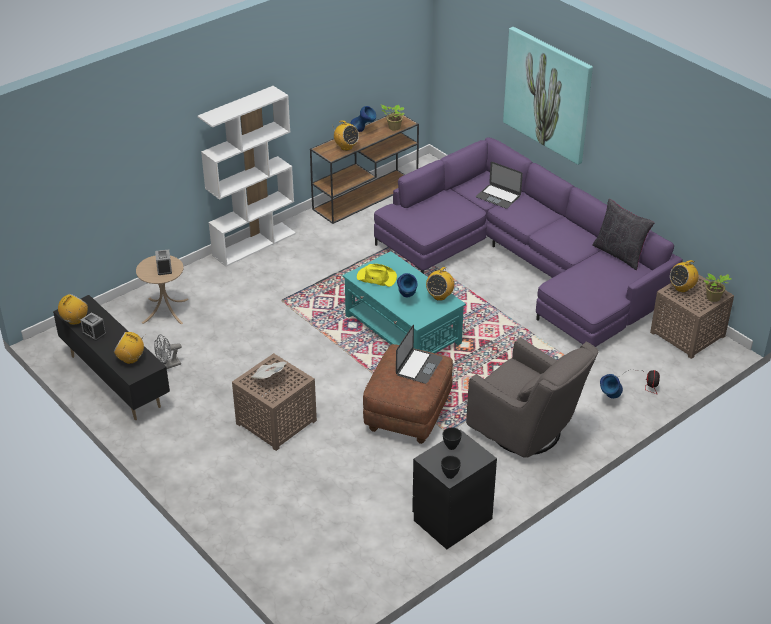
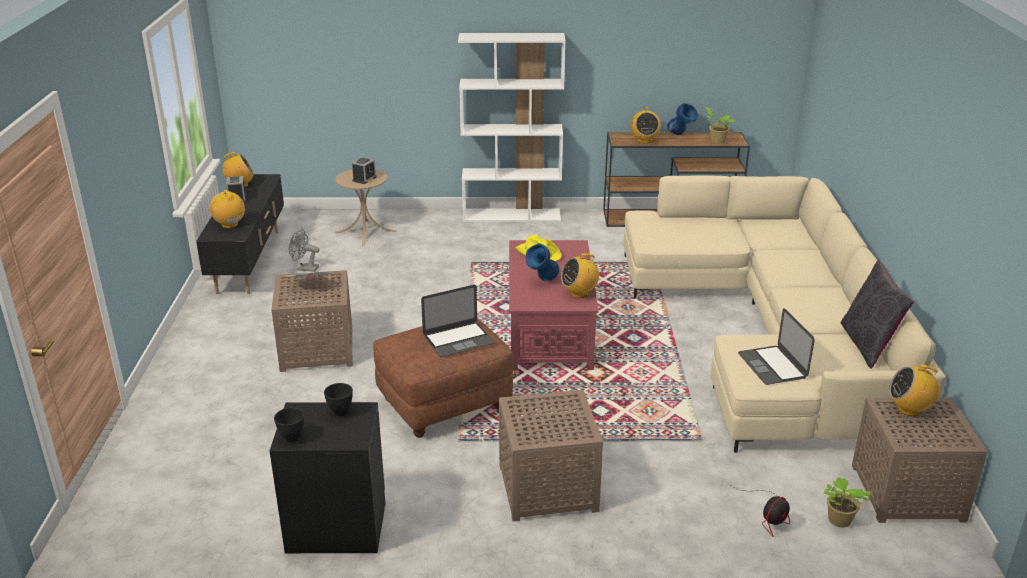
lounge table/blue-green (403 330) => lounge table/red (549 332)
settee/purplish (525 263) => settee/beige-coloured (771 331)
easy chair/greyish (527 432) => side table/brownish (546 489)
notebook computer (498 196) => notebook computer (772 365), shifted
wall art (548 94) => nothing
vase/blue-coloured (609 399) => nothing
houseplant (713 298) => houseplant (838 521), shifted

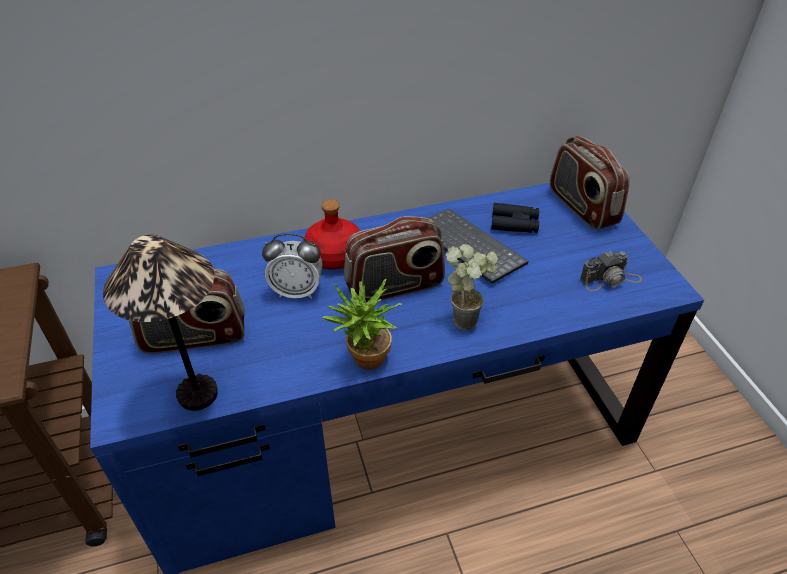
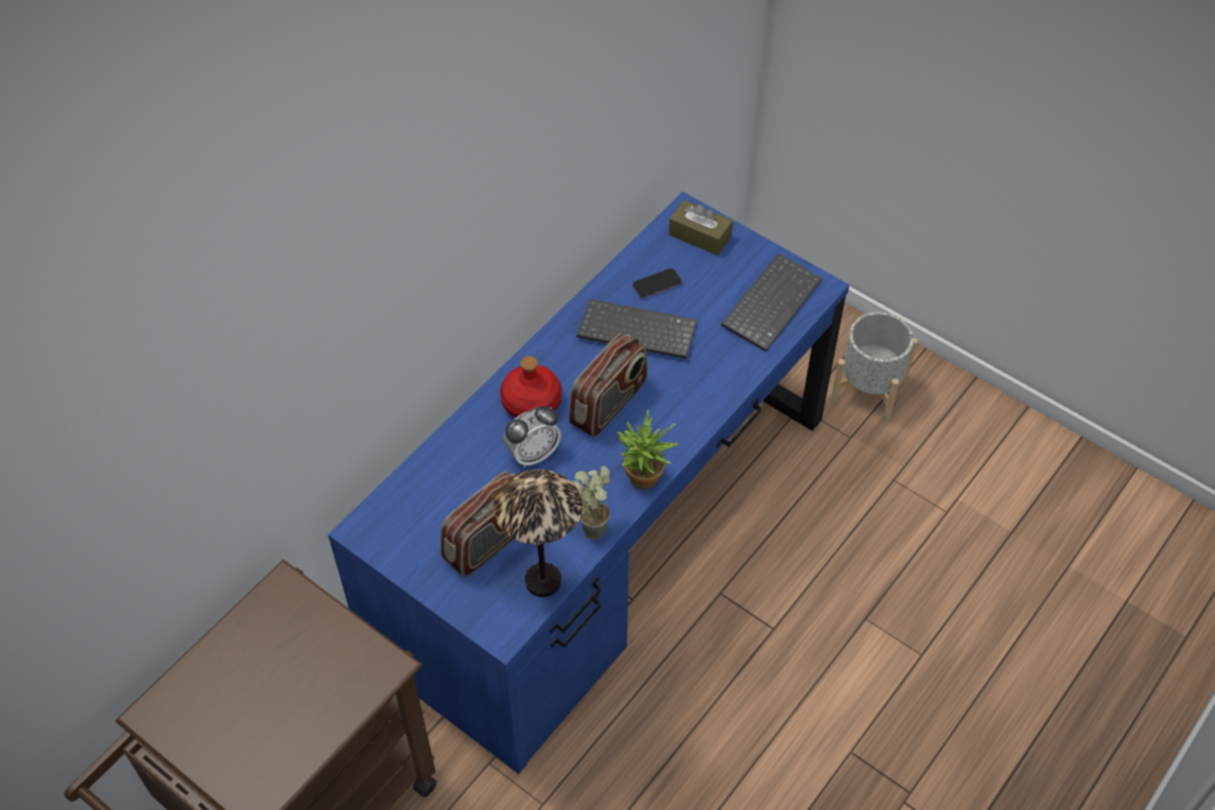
houseplant (468 317) => houseplant (594 524), shifted
binoculars/black (514 223) => phone (657 285)
radio set (581 207) => tissue box/brownish (700 235)
still camera (610 279) => keyboard (770 302)
nothing => flower pot/greyish (869 390)

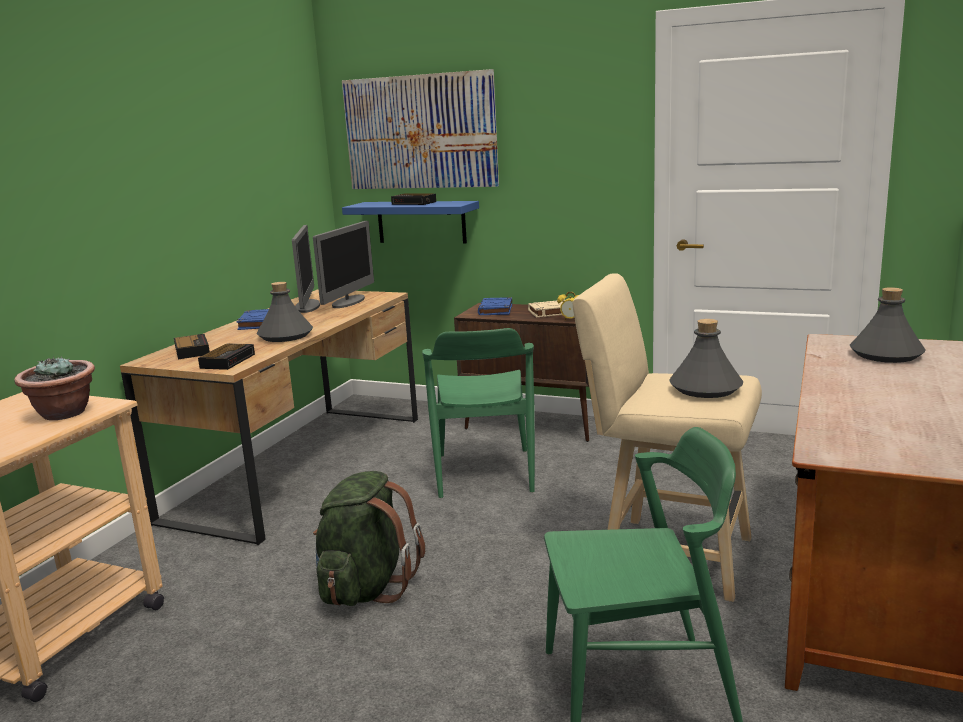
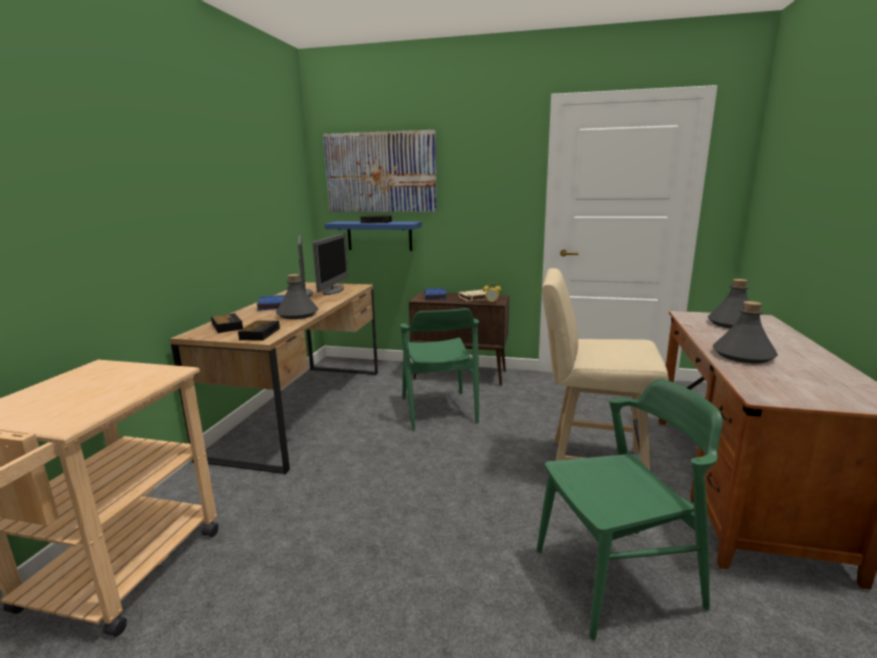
houseplant (64 414) => nothing
backpack/greenish (366 587) => nothing
beverage bottle/greyish (705 388) => beverage bottle/greyish (742 355), shifted

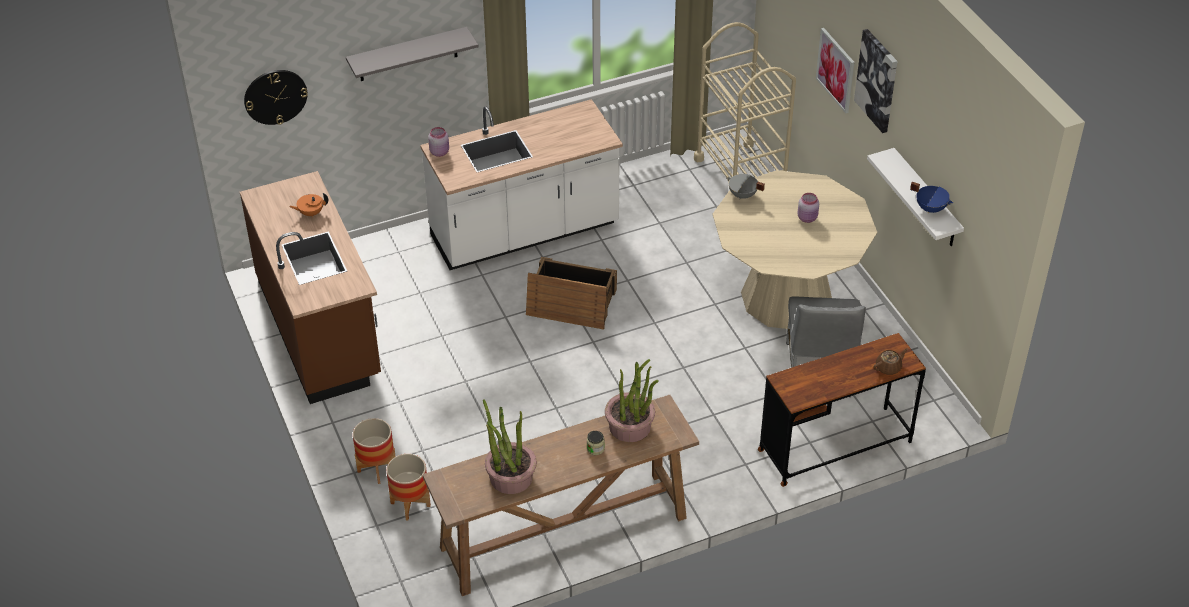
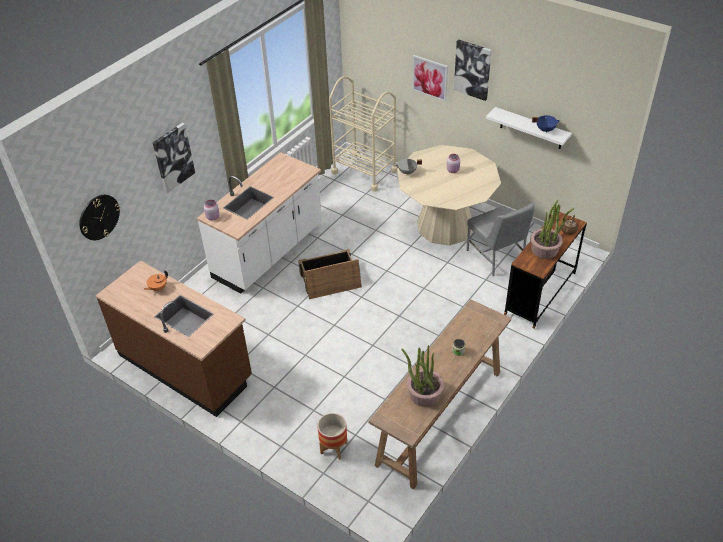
wall shelf/greyish (408 55) => wall art (173 157)
flower pot (376 468) => nothing
houseplant (630 426) => houseplant (545 249), shifted

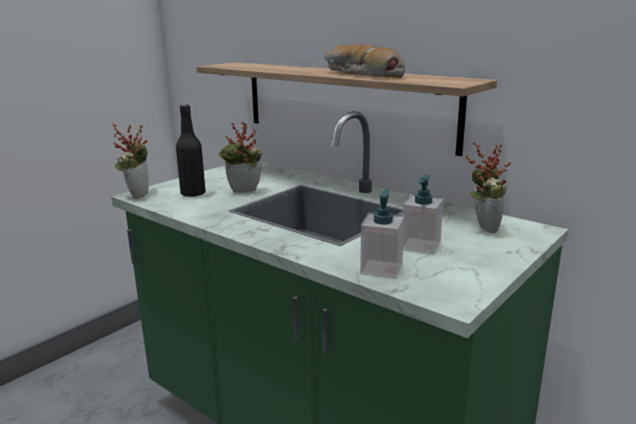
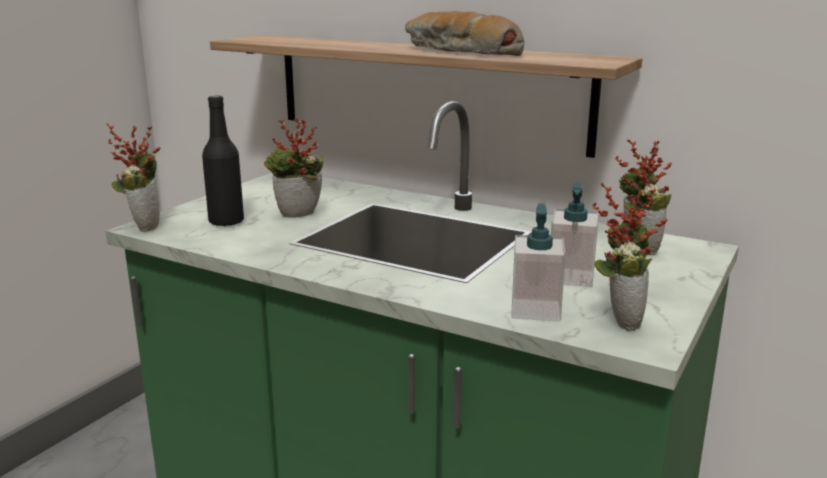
nothing => houseplant (618 319)

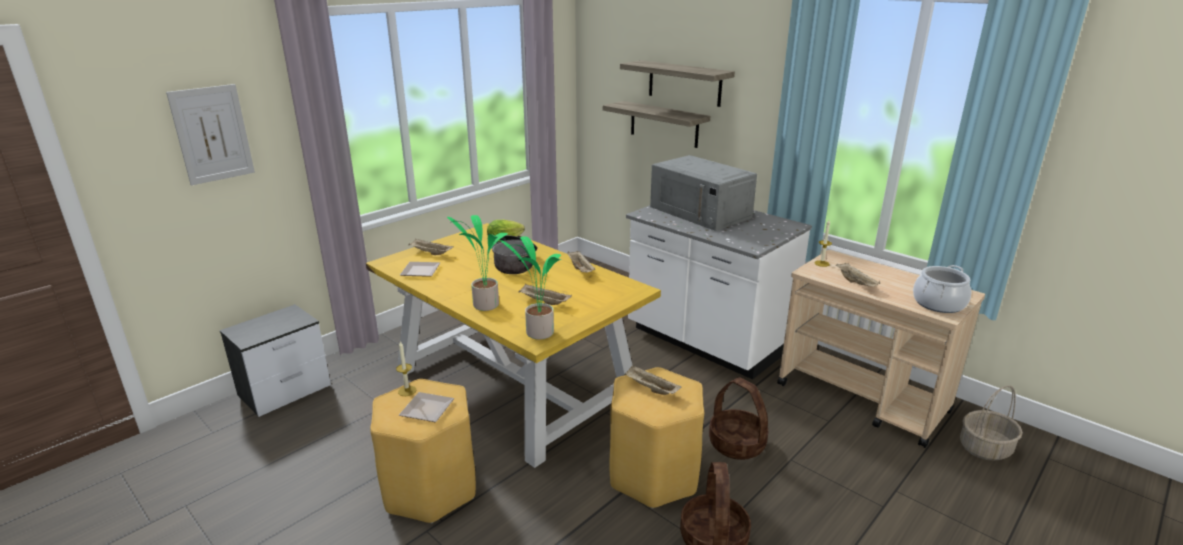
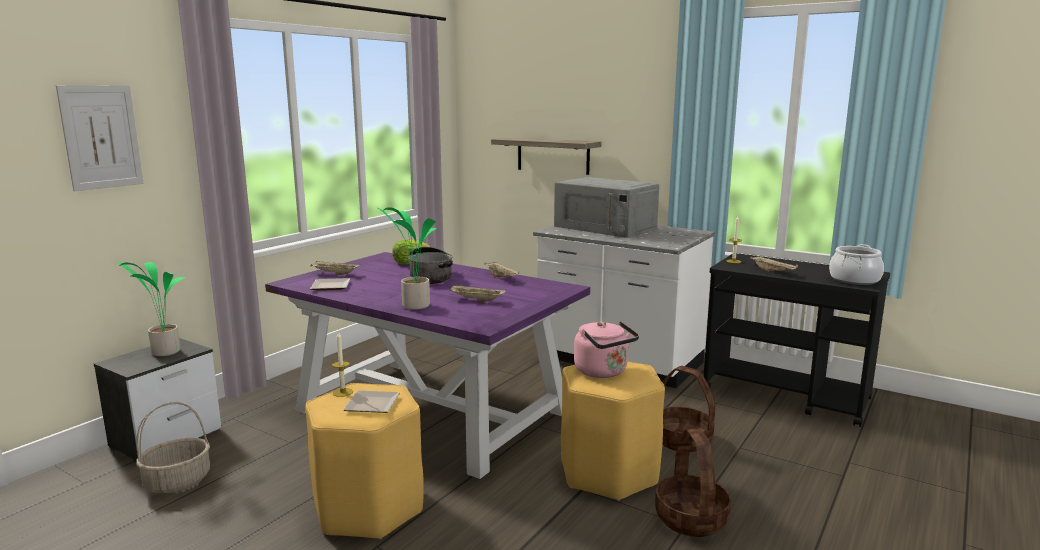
dining table/yellow (515 384) => dining table/purplish (433 411)
houseplant (538 333) => houseplant (164 352), shifted
wall shelf (684 83) => nothing
serving tray/beige-coloured (650 389) => kettle/pink (603 372)
trolley/beige-coloured (863 398) => trolley/black (787 395)
storage basket (985 449) => storage basket (177 482), shifted

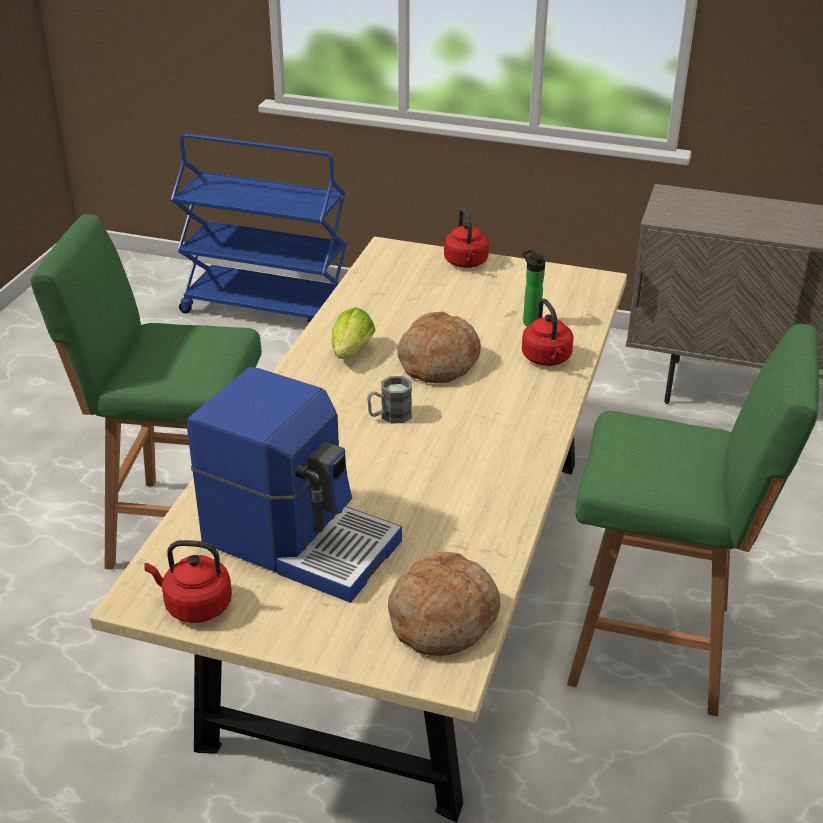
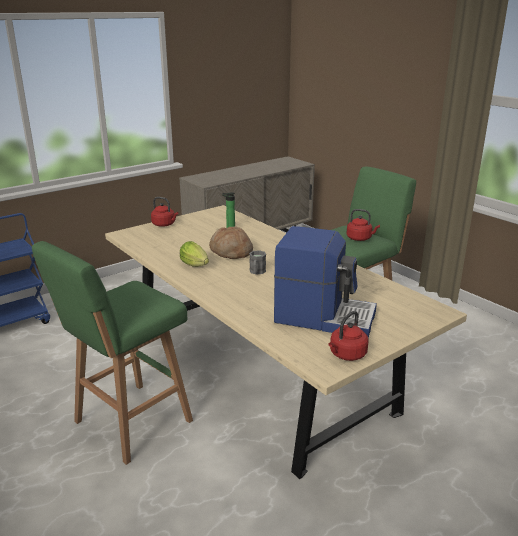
coffee brewer (301 540) => coffee brewer (324 316), 45 degrees clockwise
bakery bread (442 618) => nothing
kettle/red (547 359) => kettle/red (360 238), shifted

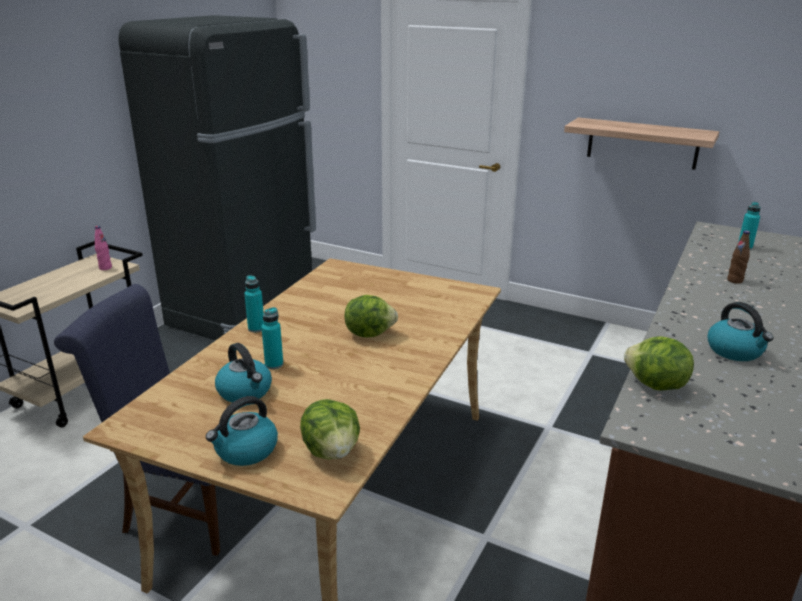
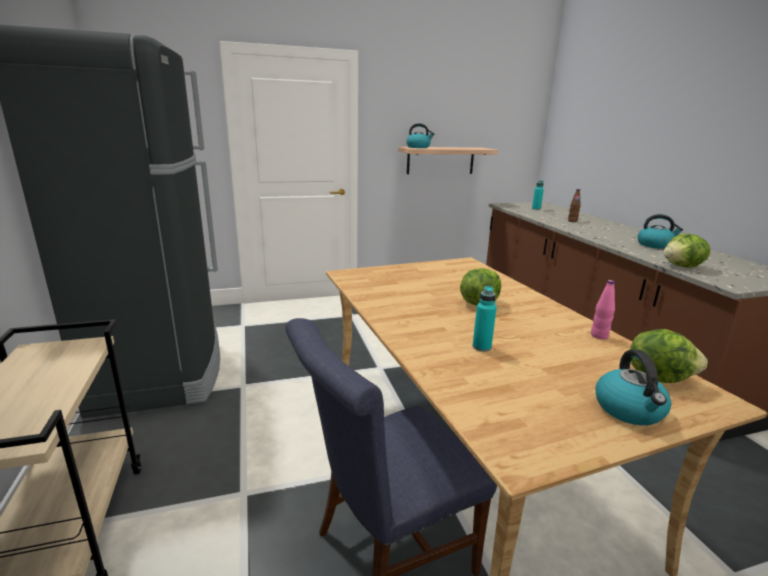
beverage bottle/pink (105 268) => beverage bottle/pink (599 336), shifted
kettle (245 392) => kettle (418 147), shifted
beverage bottle/blue-green (256 328) => nothing

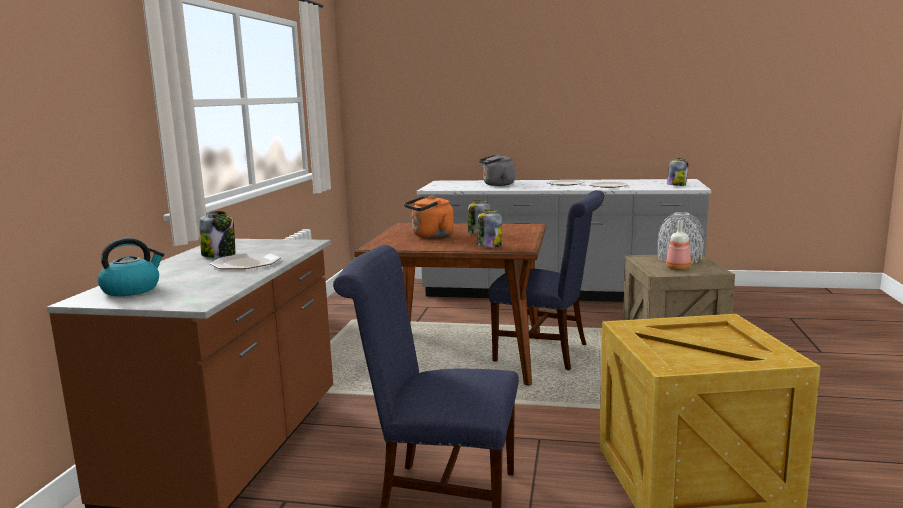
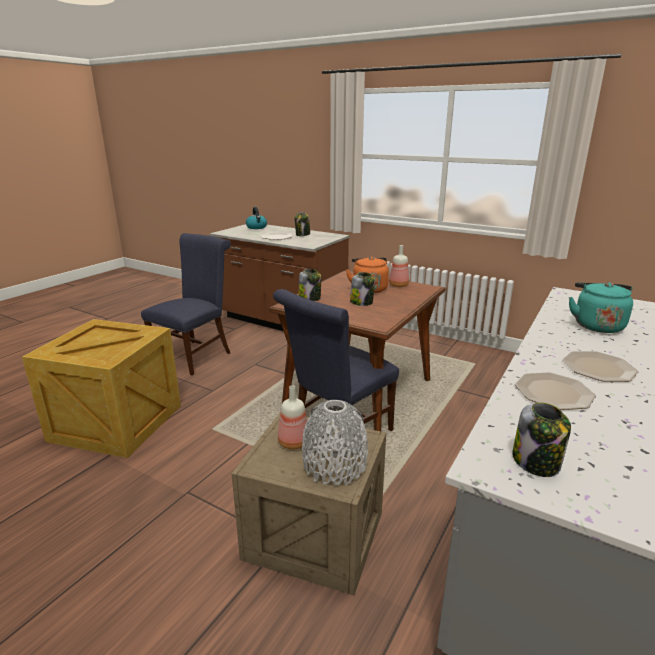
kettle/greyish (497 185) => kettle/blue-green (596 325)
nothing => beverage bottle (398 285)

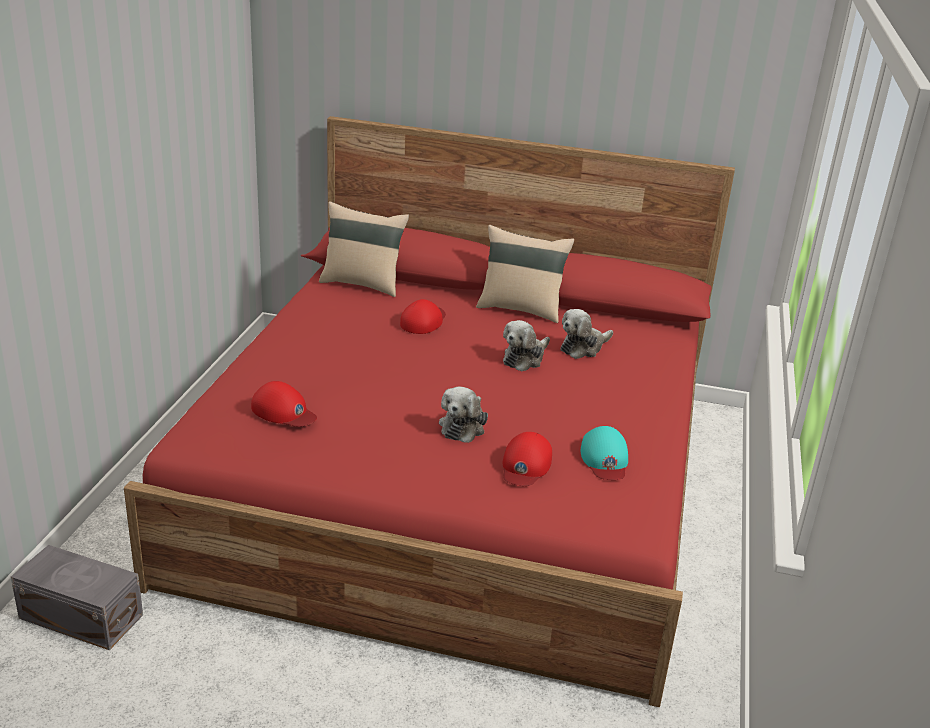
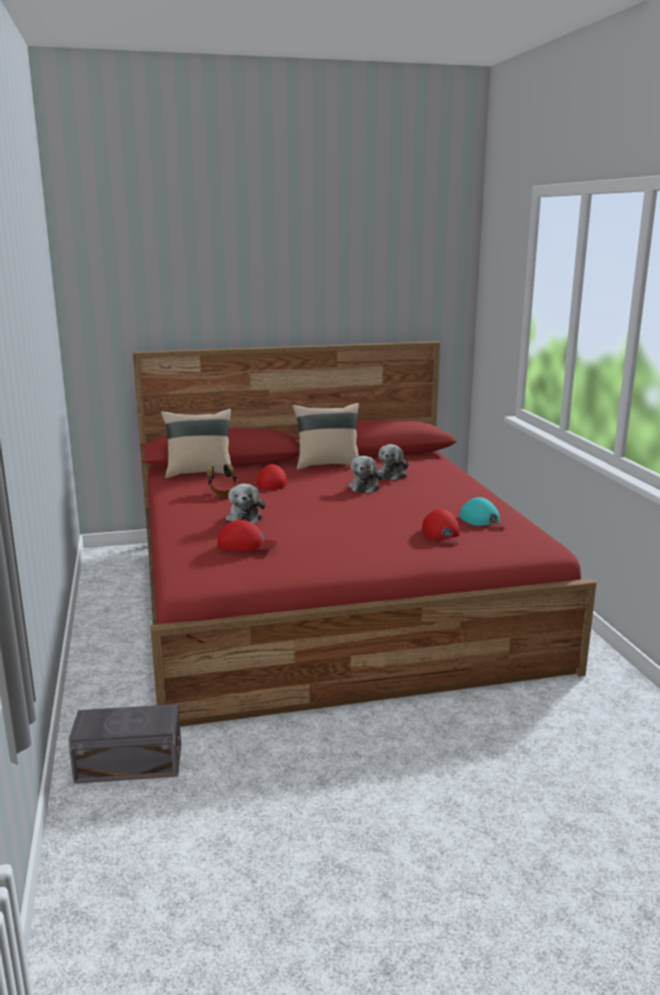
soft toy (463 426) => soft toy (244 518), shifted
nothing => pair of headphones (223 493)

